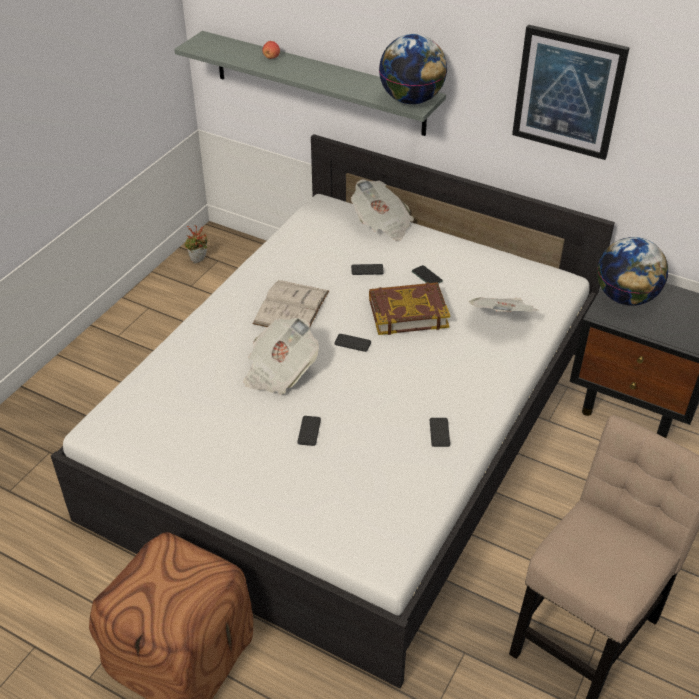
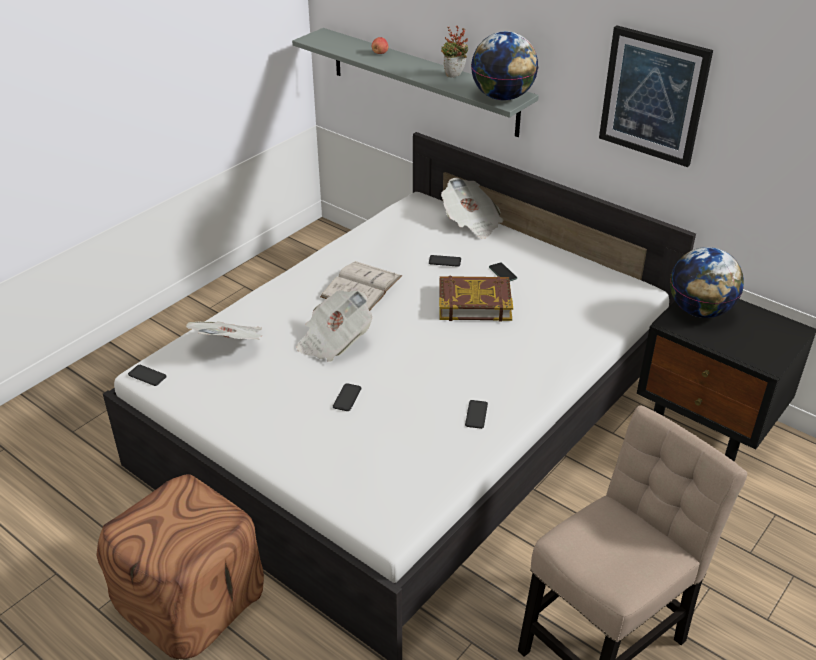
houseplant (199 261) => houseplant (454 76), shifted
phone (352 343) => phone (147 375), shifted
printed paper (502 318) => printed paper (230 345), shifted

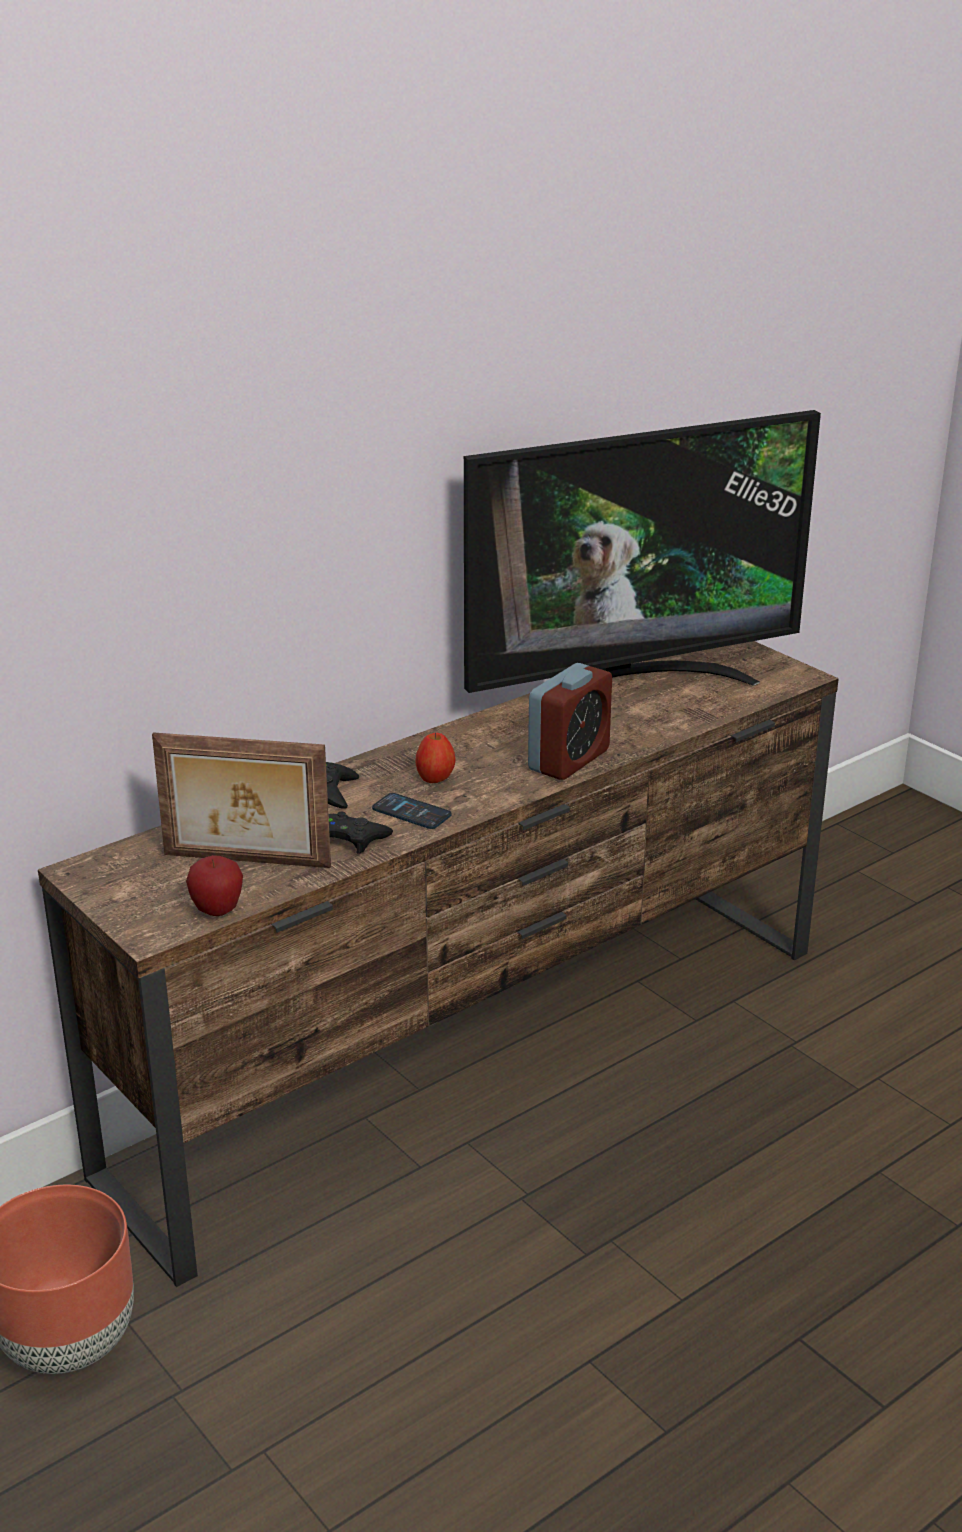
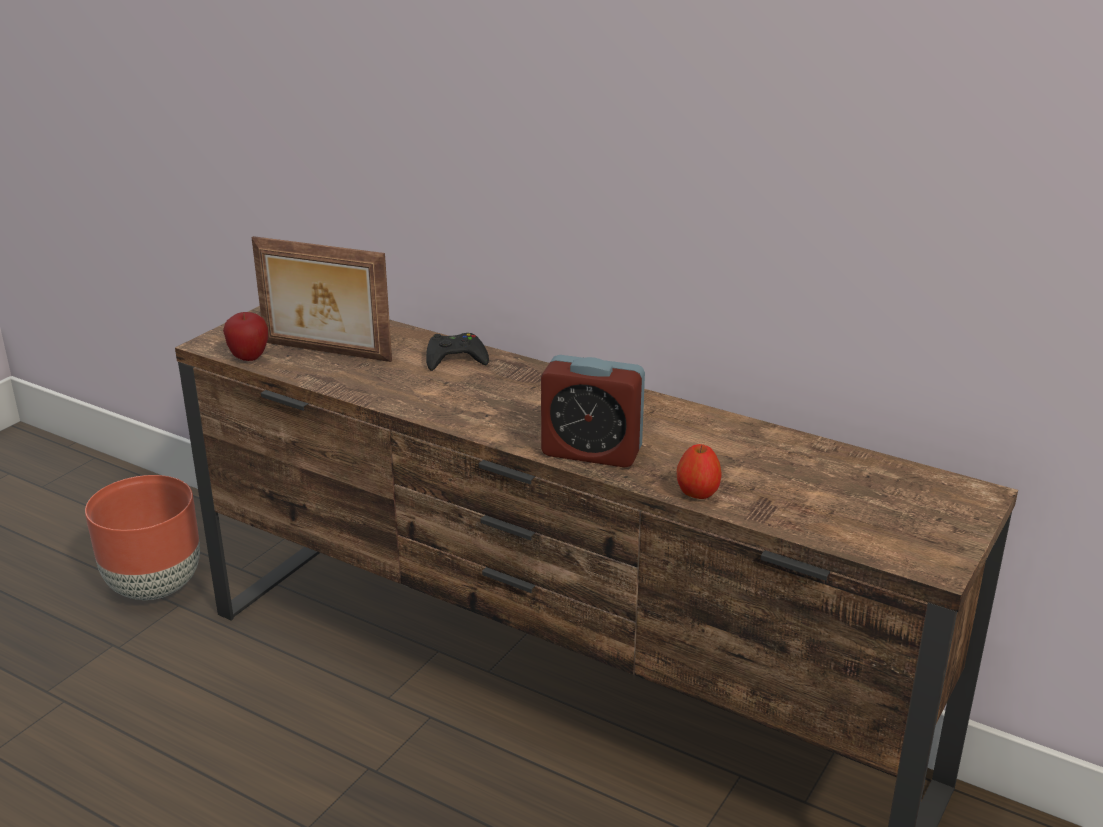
standing frame (246 862) => standing frame (325 352), 60 degrees counterclockwise
game controller/black (351 838) => nothing
phone (411 812) => nothing
whole apple (435 779) => whole apple (697 494), shifted
television (628 686) => nothing

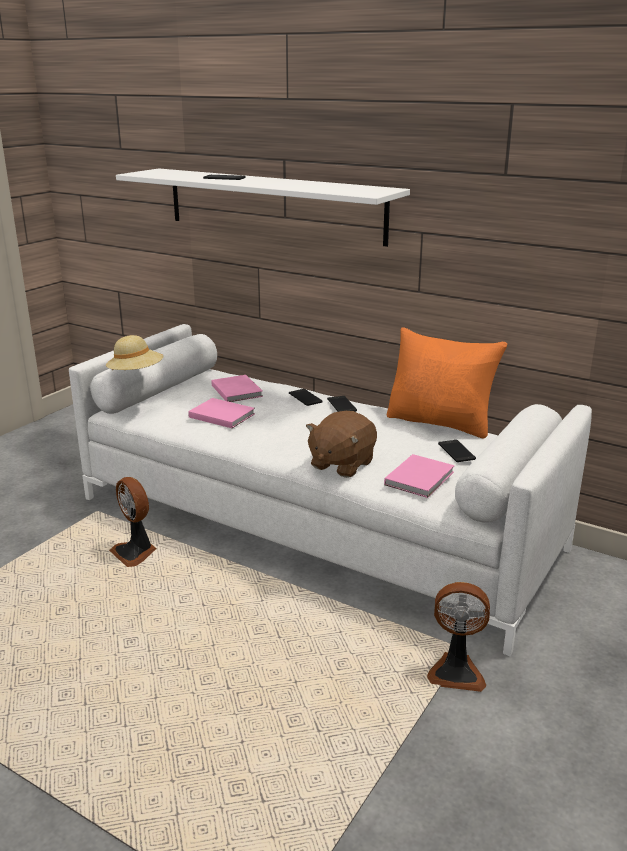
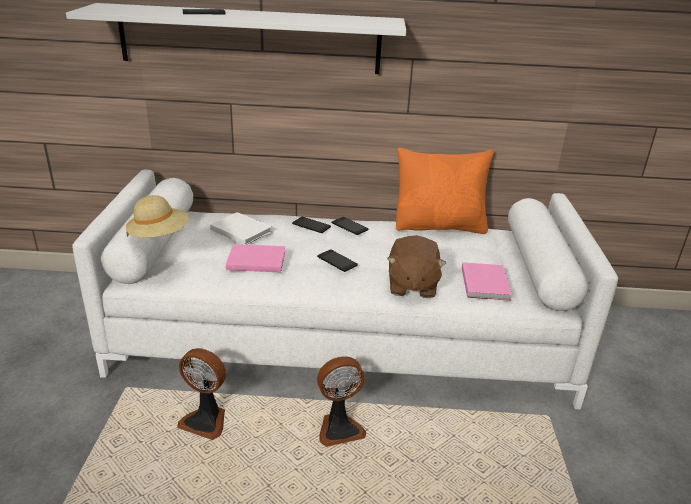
volume/pink (237 390) => volume/whitish (240 230)
cooling fan (456 671) => cooling fan (339 429), shifted
phone (456 451) => phone (337 261), shifted

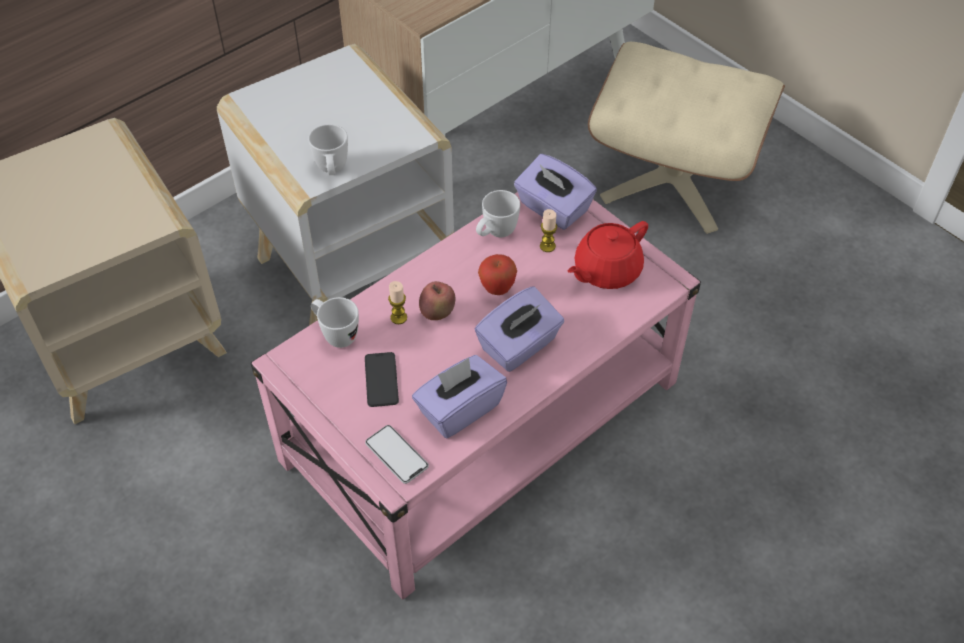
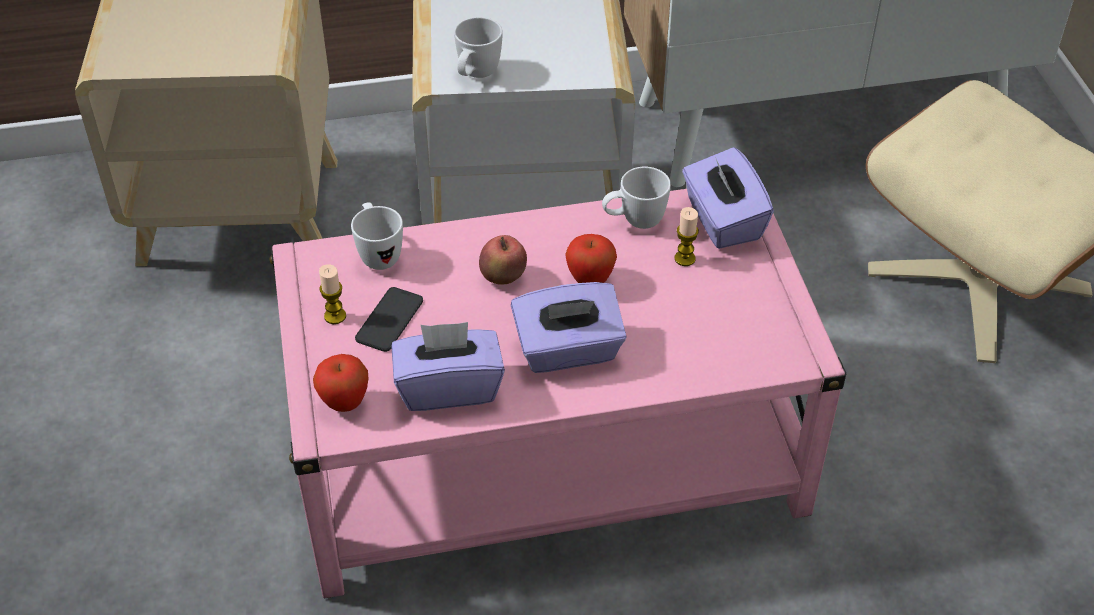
phone (396 455) => whole apple (344 403)
wax candle (398 317) => wax candle (335 316), shifted
pot for tea/red (606 270) => nothing

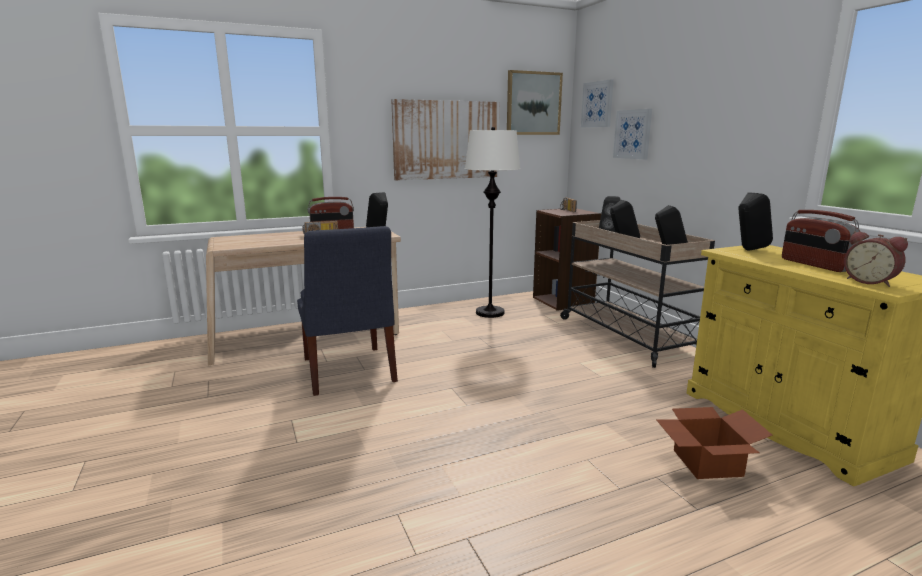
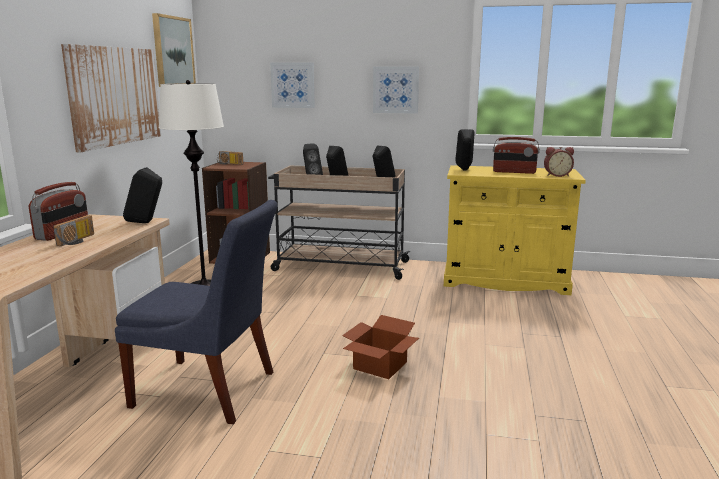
wall art (597 104) => wall art (395 90), shifted
cardboard box (705 462) => cardboard box (378 366), shifted

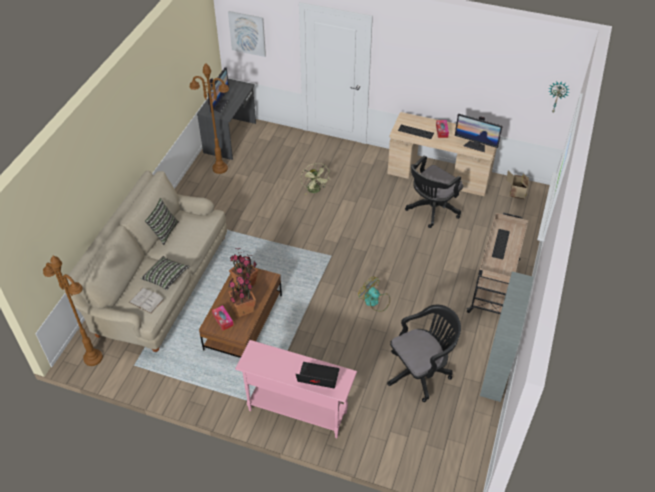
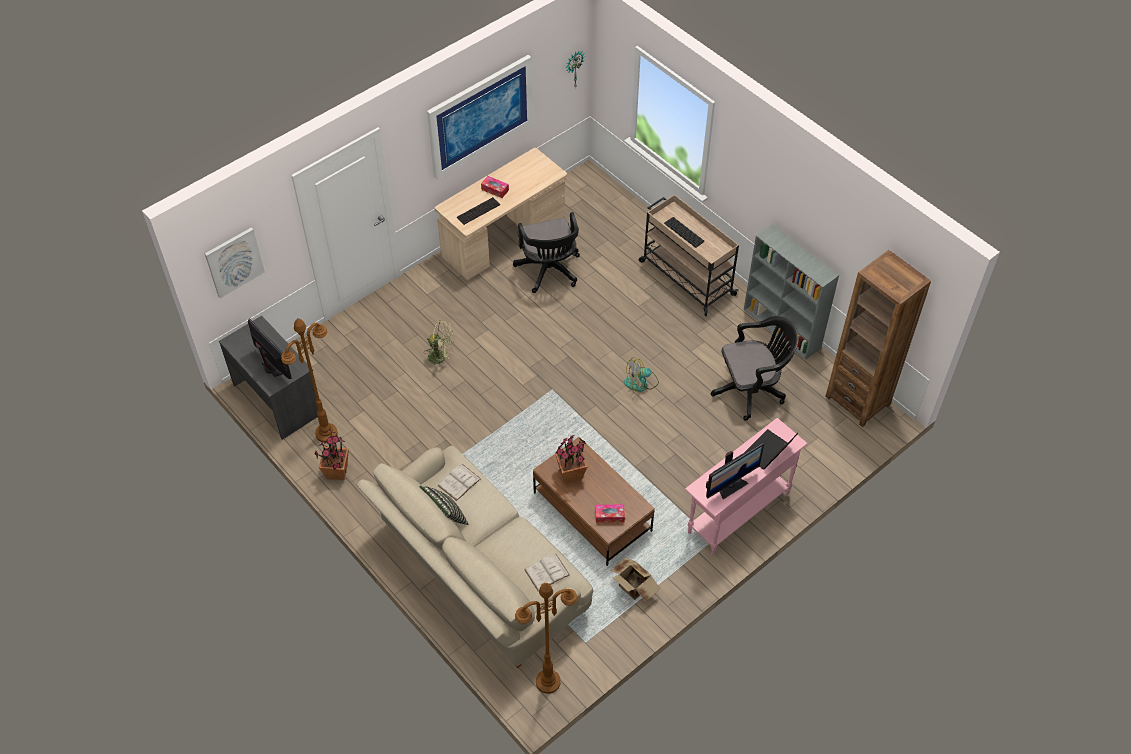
pillow (166 277) => nothing
houseplant (243 309) => houseplant (336 472), shifted
computer chair/black (420 371) => computer chair/black (751 389), 75 degrees clockwise
computer display (475 145) => computer display (730 485), shifted
cardboard box (516 193) => cardboard box (633 588), shifted
nothing => wall art (480 116)
nothing => volume/whitish (459 482)
nothing => bookshelf/brownish (857 400)

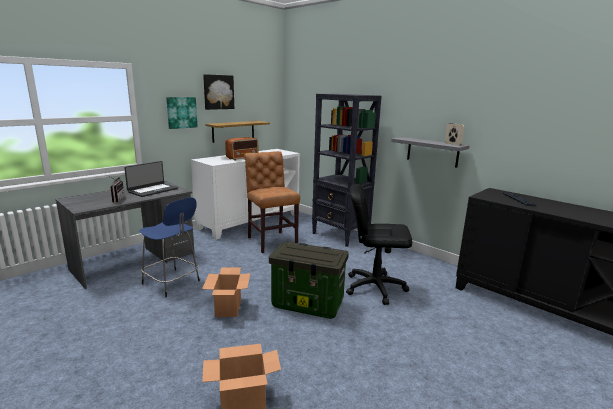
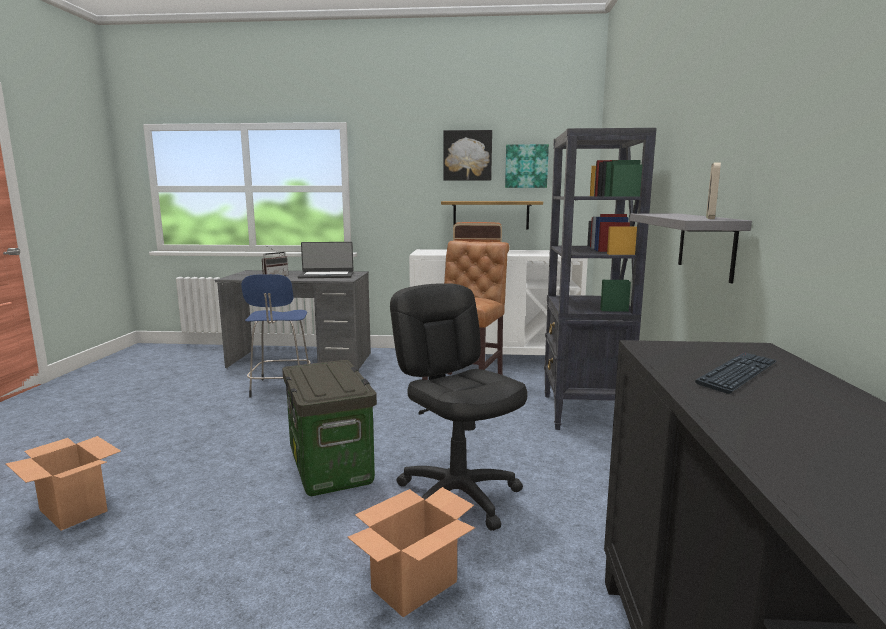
wall art (181 112) => wall art (526 166), shifted
cardboard box (228 308) => cardboard box (414 586), shifted

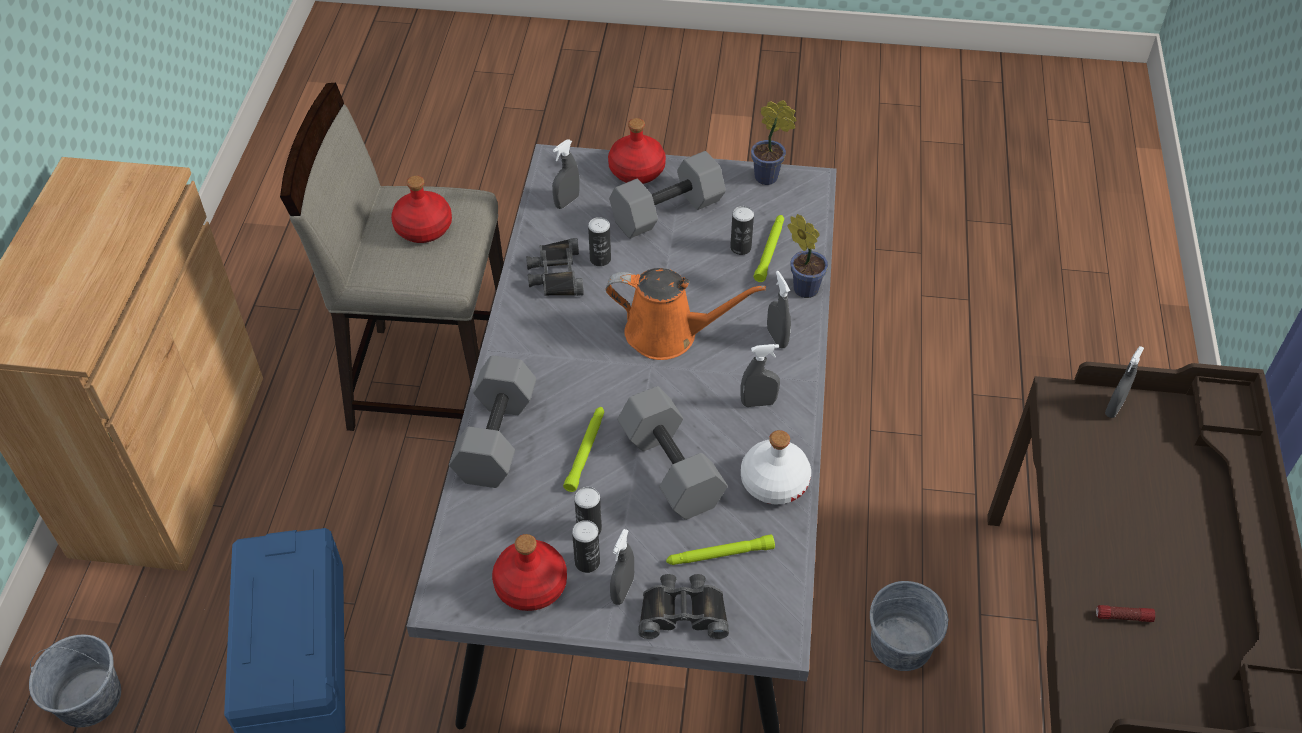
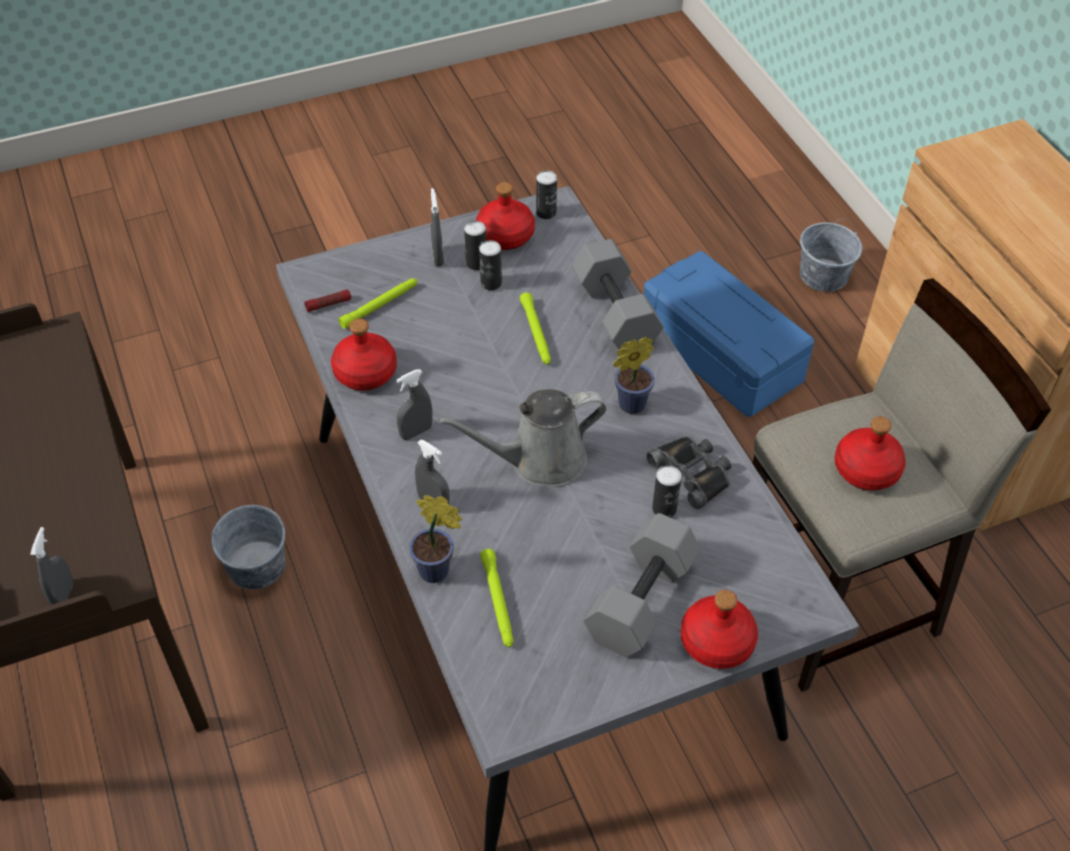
sprayer/greyish (567 201) => nothing
watering can/orangey (668 334) => watering can/greyish (539 460)
hand weight/greyish (668 468) => nothing
binoculars/black (683 611) => nothing
sealed can (740 248) => sealed can (546 213), shifted
beverage bottle/whitish (773 482) => beverage bottle/red (366 373)
houseplant (769 177) => houseplant (628 405), shifted
hand torch (1123 617) => hand torch (328 304), shifted

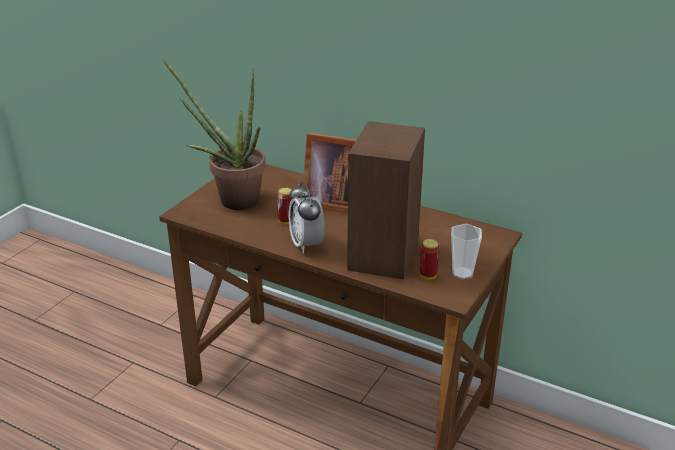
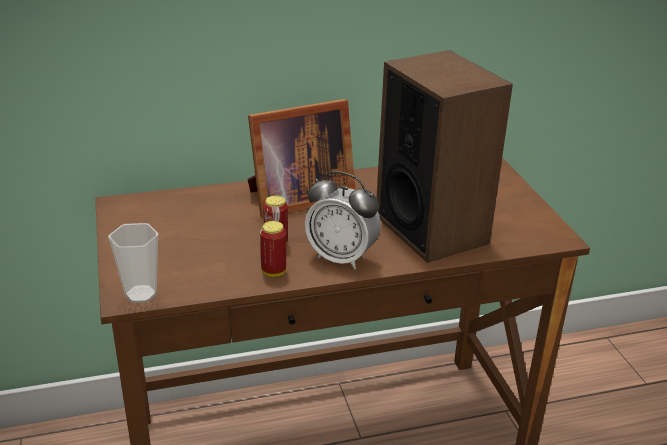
houseplant (231 199) => nothing
sealed can (428 275) => sealed can (273 272), shifted
drinking cup (462 273) => drinking cup (141 294), shifted

